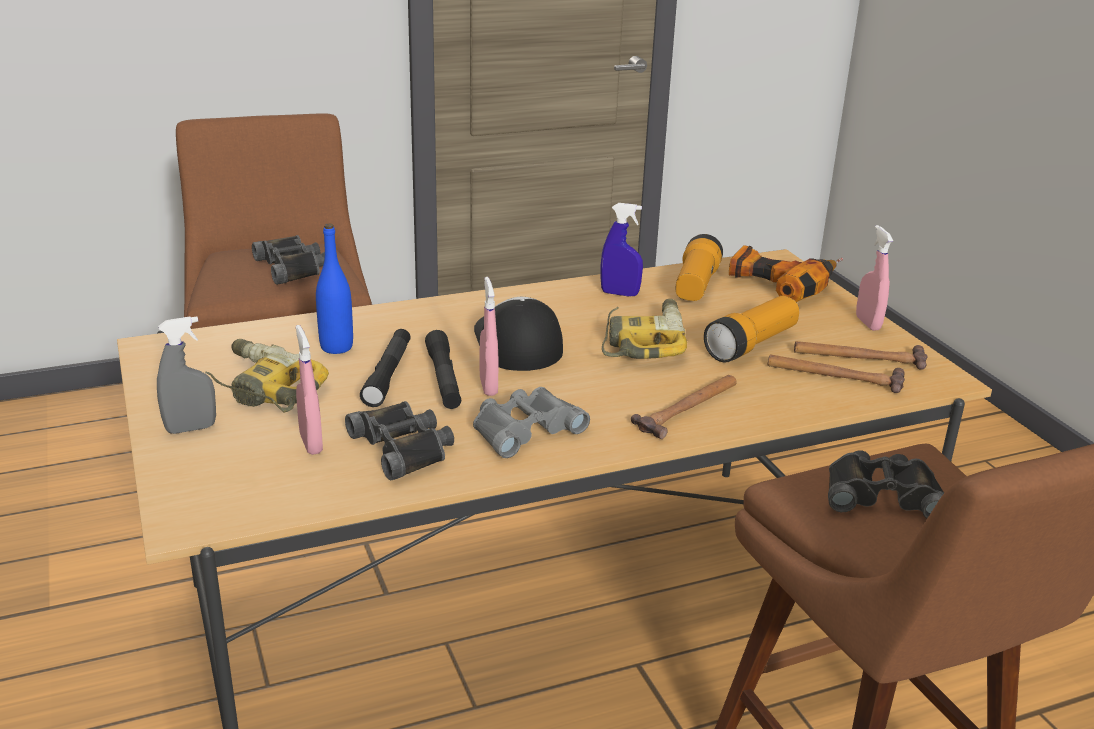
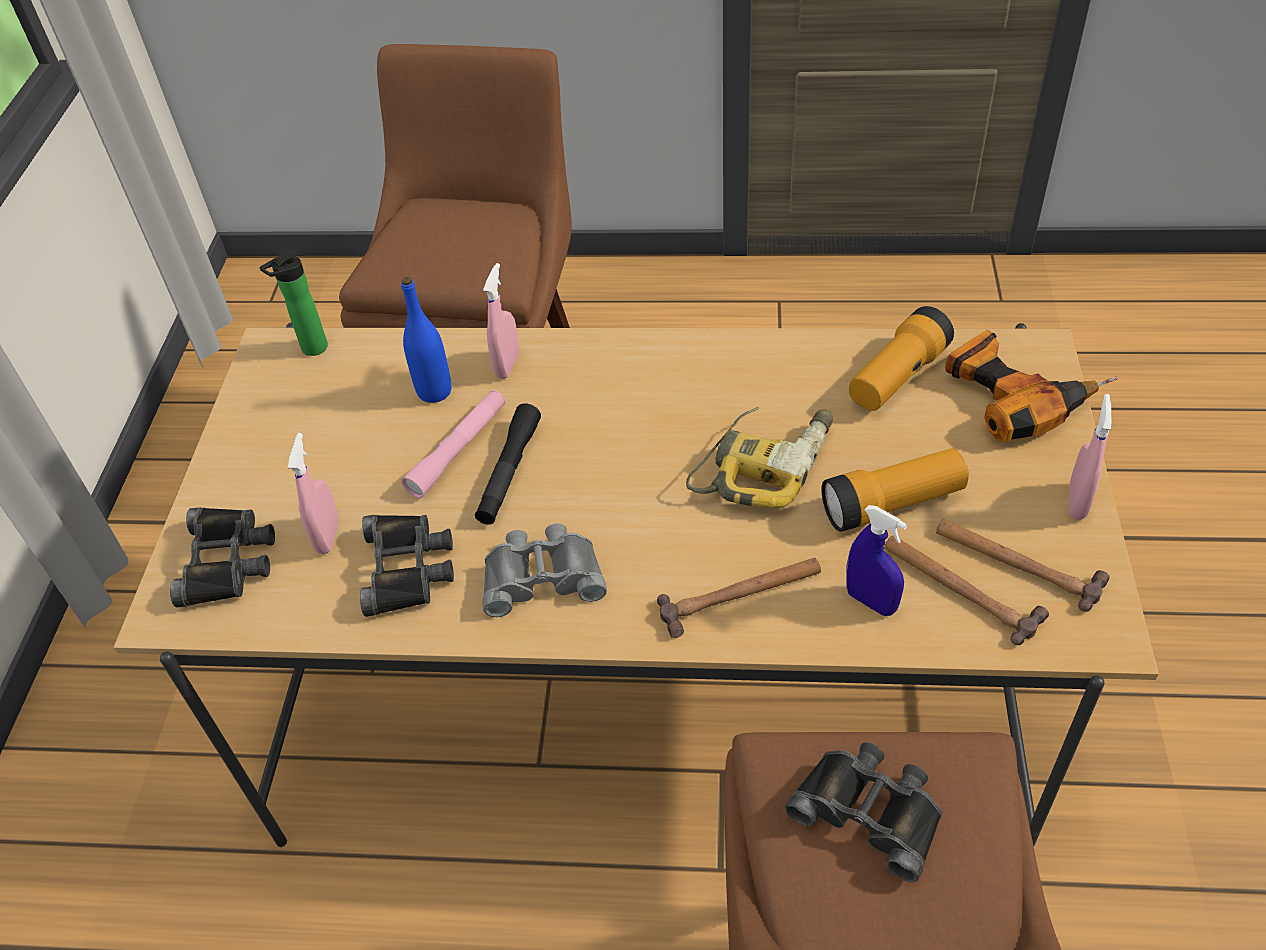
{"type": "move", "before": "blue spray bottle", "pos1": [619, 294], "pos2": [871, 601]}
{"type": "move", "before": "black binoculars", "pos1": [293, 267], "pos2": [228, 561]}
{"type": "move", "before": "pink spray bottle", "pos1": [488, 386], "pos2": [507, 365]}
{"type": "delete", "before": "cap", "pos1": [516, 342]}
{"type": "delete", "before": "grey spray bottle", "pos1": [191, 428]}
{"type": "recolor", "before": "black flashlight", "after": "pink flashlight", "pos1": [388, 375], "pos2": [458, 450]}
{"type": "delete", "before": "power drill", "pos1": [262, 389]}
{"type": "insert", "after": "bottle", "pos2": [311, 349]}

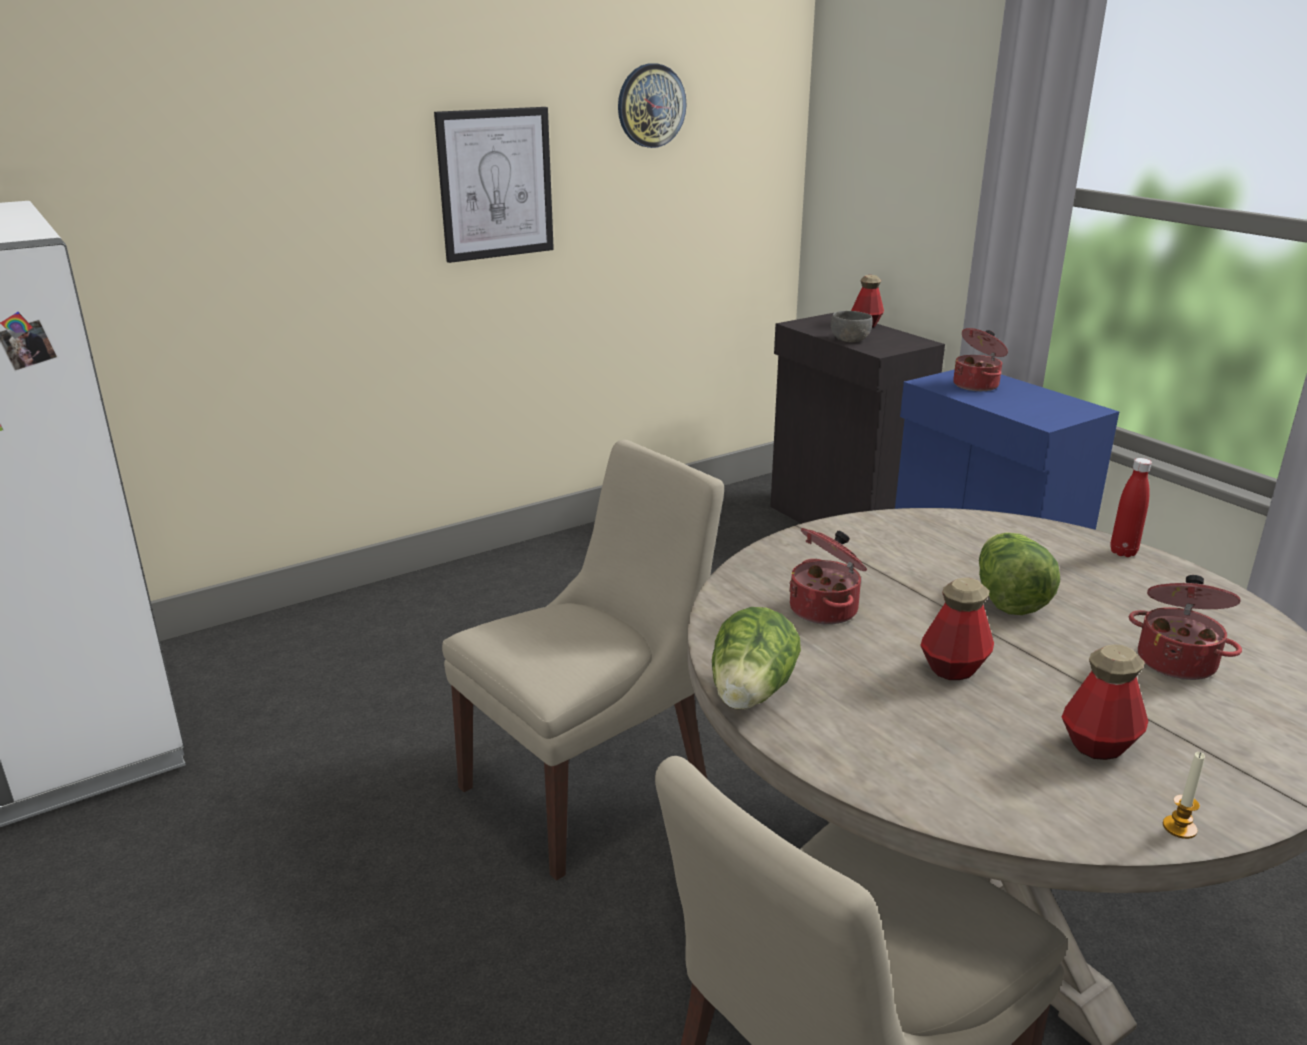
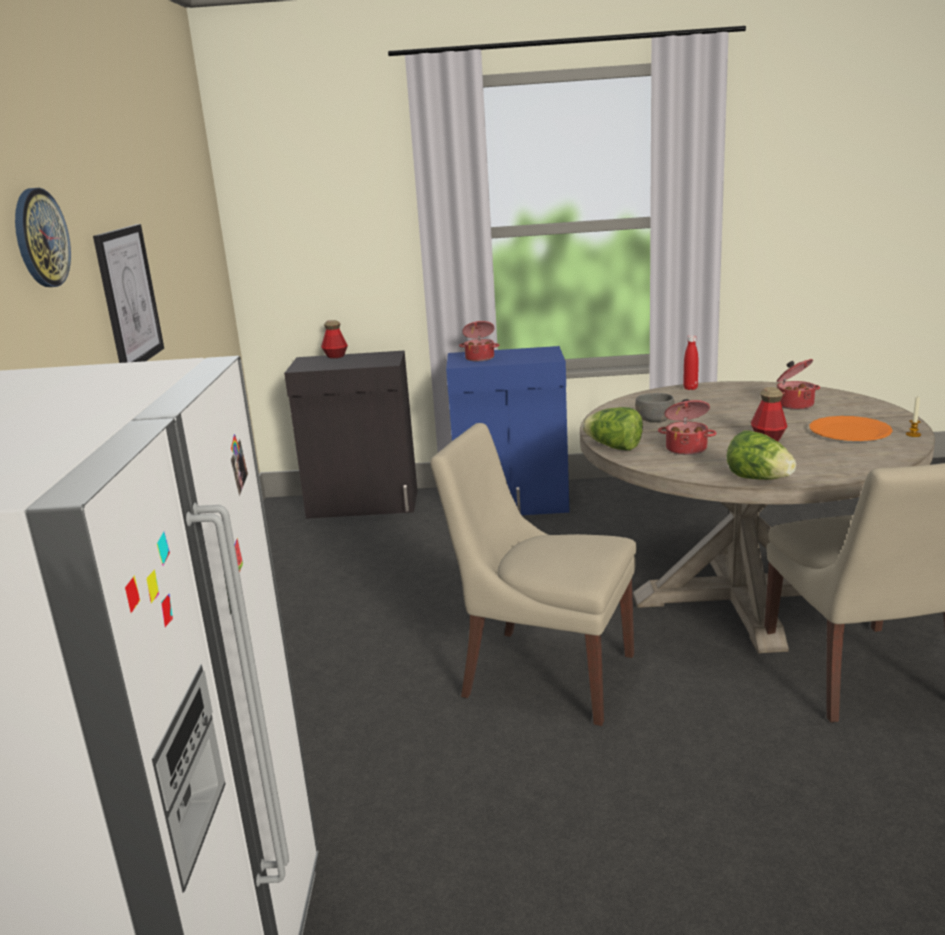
{"type": "move", "before": "wall clock", "pos1": [651, 106], "pos2": [40, 238]}
{"type": "move", "before": "grey bowl", "pos1": [849, 339], "pos2": [654, 420]}
{"type": "rotate", "before": "beige chair", "pos1": [591, 785], "pos2": [543, 674], "turn": -60}
{"type": "move", "before": "lettuce", "pos1": [1007, 599], "pos2": [614, 447]}
{"type": "replace", "before": "bottle", "after": "orange plate", "pos1": [1098, 745], "pos2": [849, 431]}

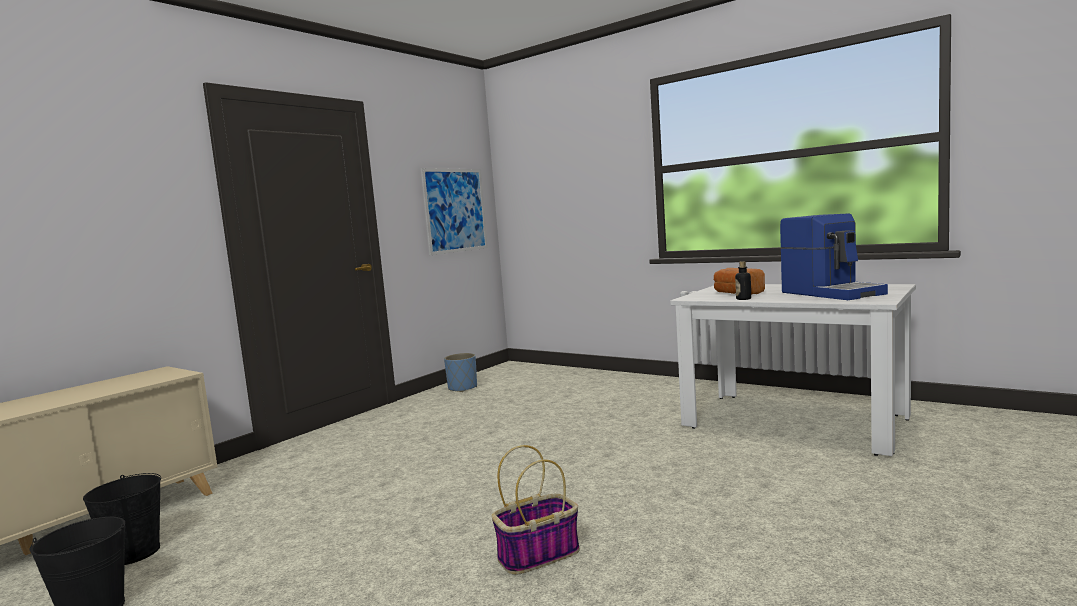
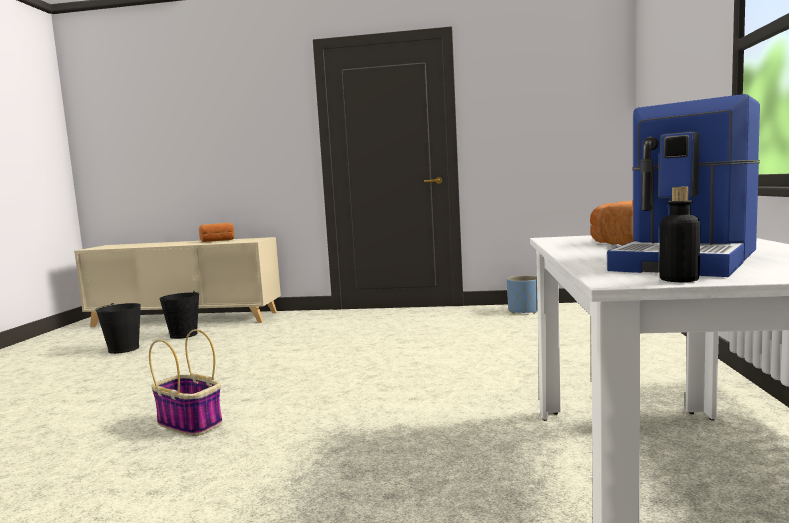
{"type": "delete", "before": "picture", "pos1": [455, 210]}
{"type": "move", "before": "bottle", "pos1": [743, 299], "pos2": [679, 280]}
{"type": "insert", "after": "bread", "pos2": [218, 241]}

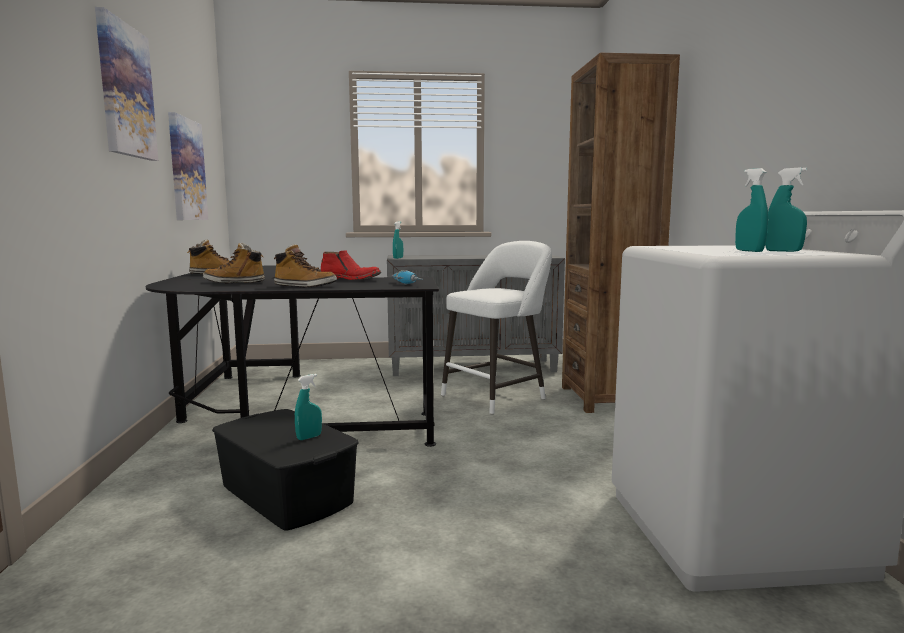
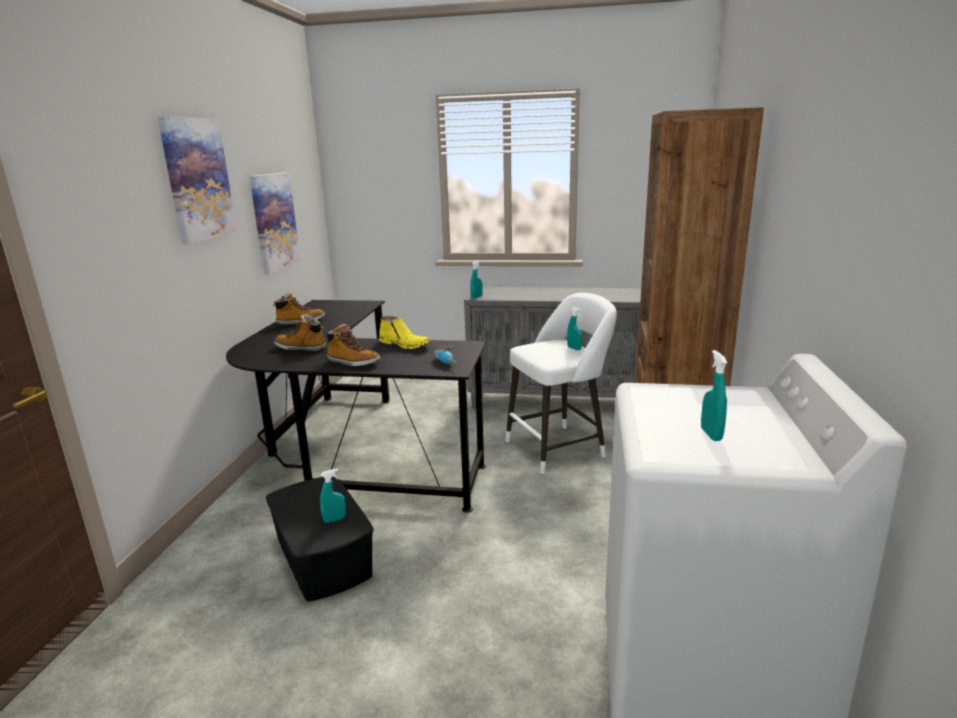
{"type": "move", "before": "turquoise spray bottle", "pos1": [783, 251], "pos2": [574, 348]}
{"type": "recolor", "before": "red boot", "after": "yellow boot", "pos1": [350, 279], "pos2": [405, 344]}

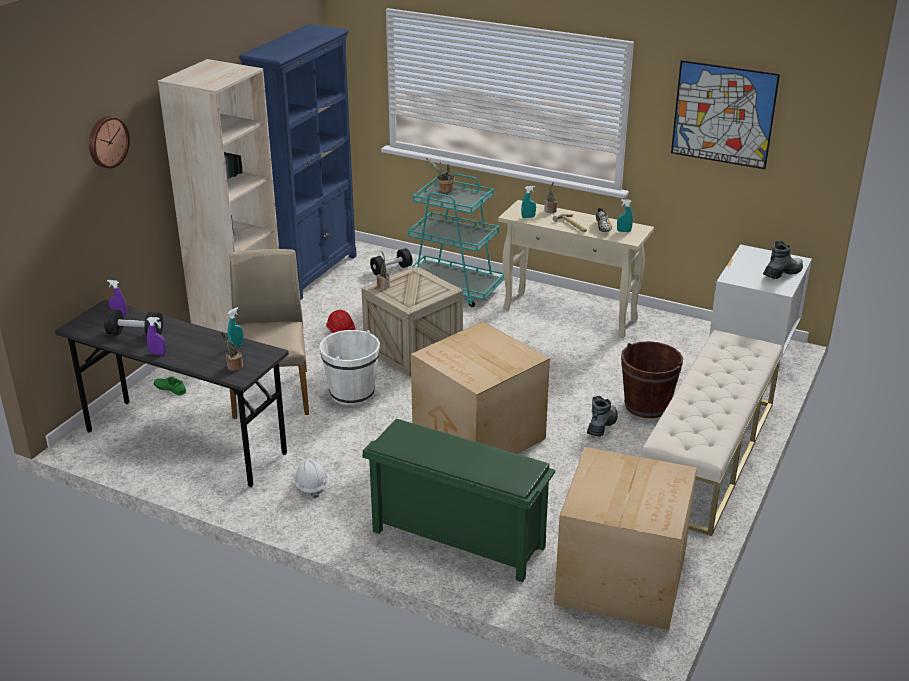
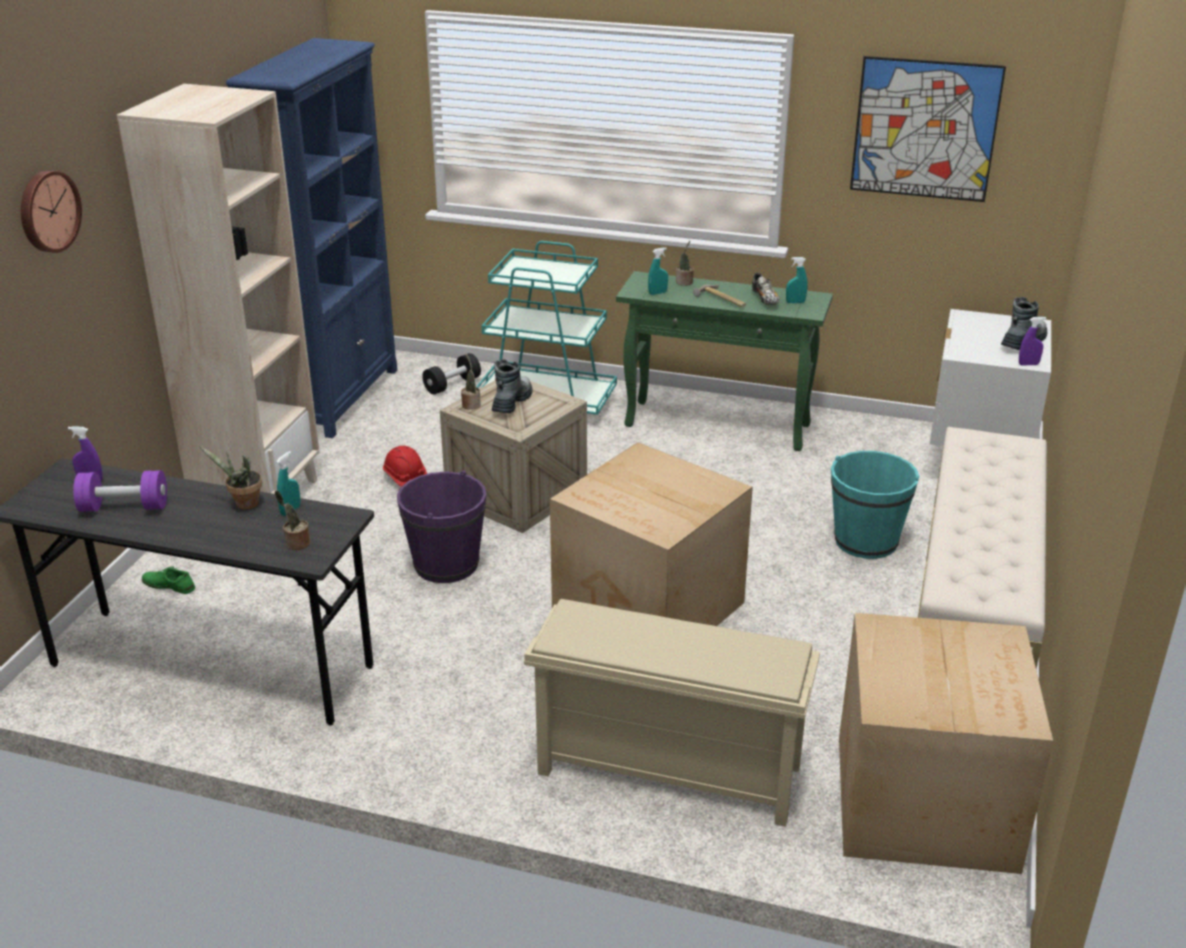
{"type": "move", "before": "potted plant", "pos1": [444, 191], "pos2": [243, 504]}
{"type": "recolor", "before": "beige console table", "after": "green console table", "pos1": [571, 315], "pos2": [719, 425]}
{"type": "delete", "before": "beige chair", "pos1": [272, 392]}
{"type": "recolor", "before": "black dumbbell", "after": "purple dumbbell", "pos1": [135, 334], "pos2": [124, 507]}
{"type": "move", "before": "purple spray bottle", "pos1": [158, 353], "pos2": [1028, 364]}
{"type": "recolor", "before": "white bucket", "after": "purple bucket", "pos1": [352, 393], "pos2": [446, 565]}
{"type": "recolor", "before": "brown bucket", "after": "turquoise bucket", "pos1": [647, 406], "pos2": [866, 541]}
{"type": "move", "before": "boot", "pos1": [601, 425], "pos2": [512, 402]}
{"type": "recolor", "before": "green shoe rack", "after": "beige shoe rack", "pos1": [456, 539], "pos2": [666, 771]}
{"type": "delete", "before": "white hard hat", "pos1": [311, 486]}

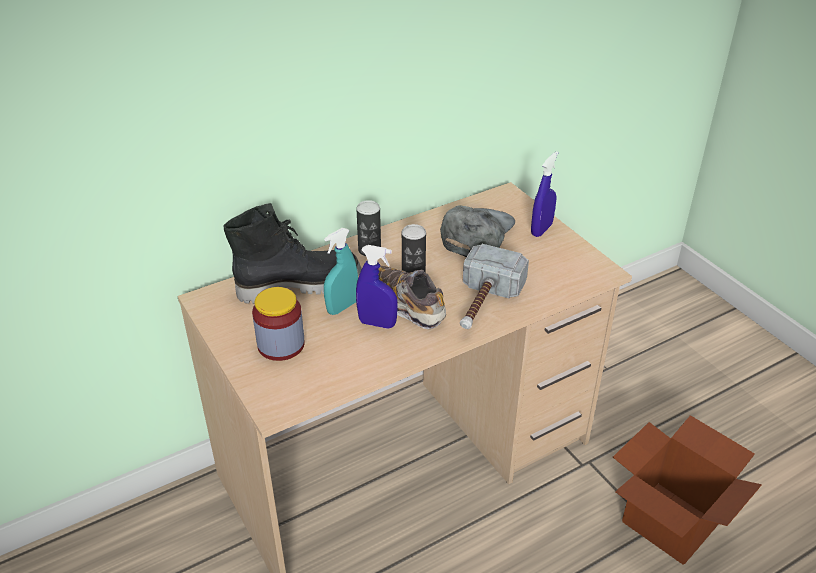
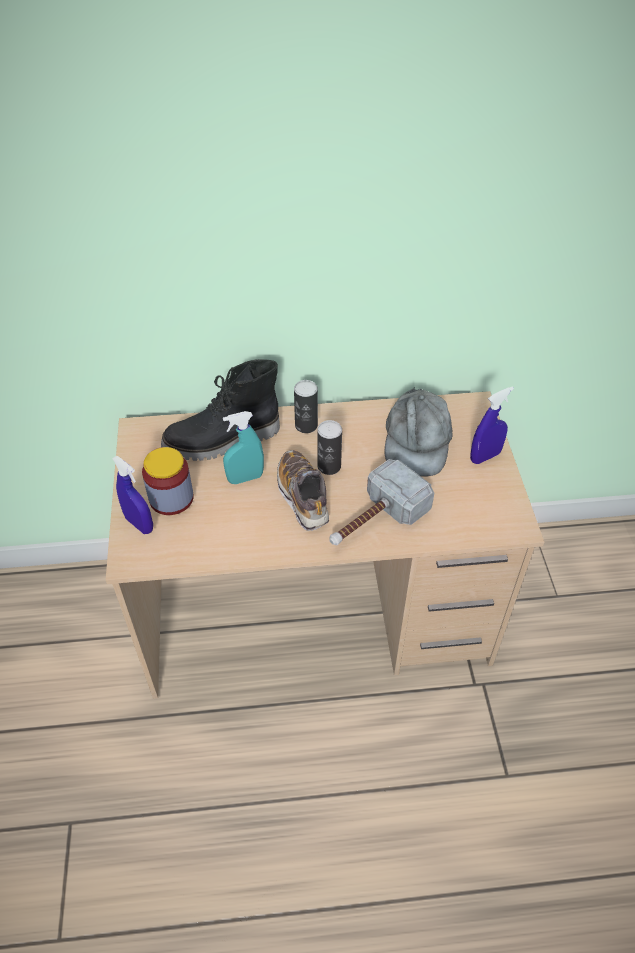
{"type": "rotate", "before": "black boot", "pos1": [298, 284], "pos2": [223, 441], "turn": 150}
{"type": "rotate", "before": "grey cap", "pos1": [476, 234], "pos2": [417, 440], "turn": 135}
{"type": "move", "before": "blue spray bottle", "pos1": [377, 323], "pos2": [139, 524]}
{"type": "delete", "before": "cardboard box", "pos1": [670, 522]}

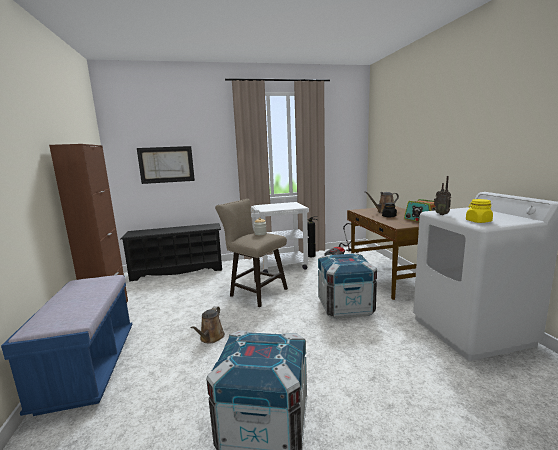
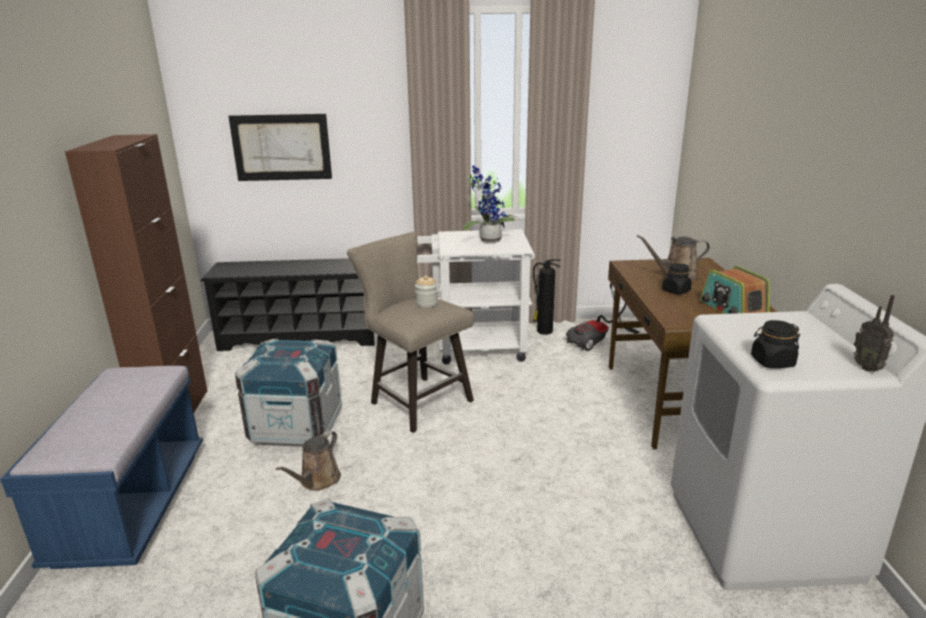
{"type": "move", "before": "radio", "pos1": [442, 214], "pos2": [868, 368]}
{"type": "recolor", "before": "yellow jar", "after": "black jar", "pos1": [478, 221], "pos2": [772, 362]}
{"type": "move", "before": "crate", "pos1": [345, 307], "pos2": [296, 427]}
{"type": "insert", "after": "potted plant", "pos2": [488, 240]}

